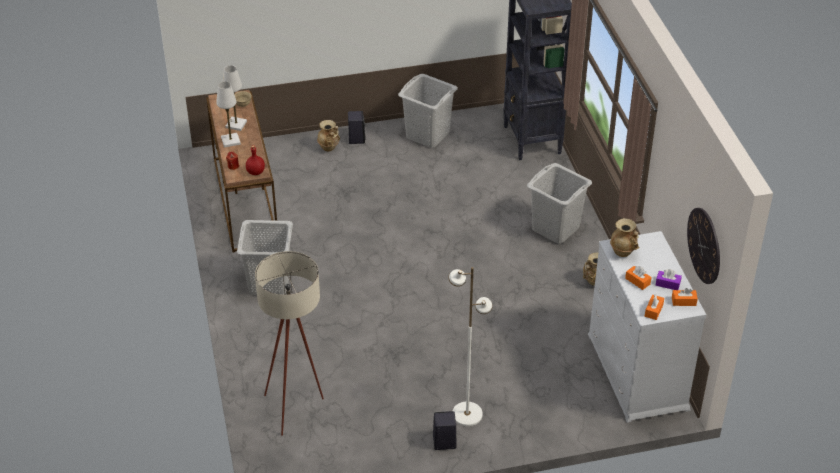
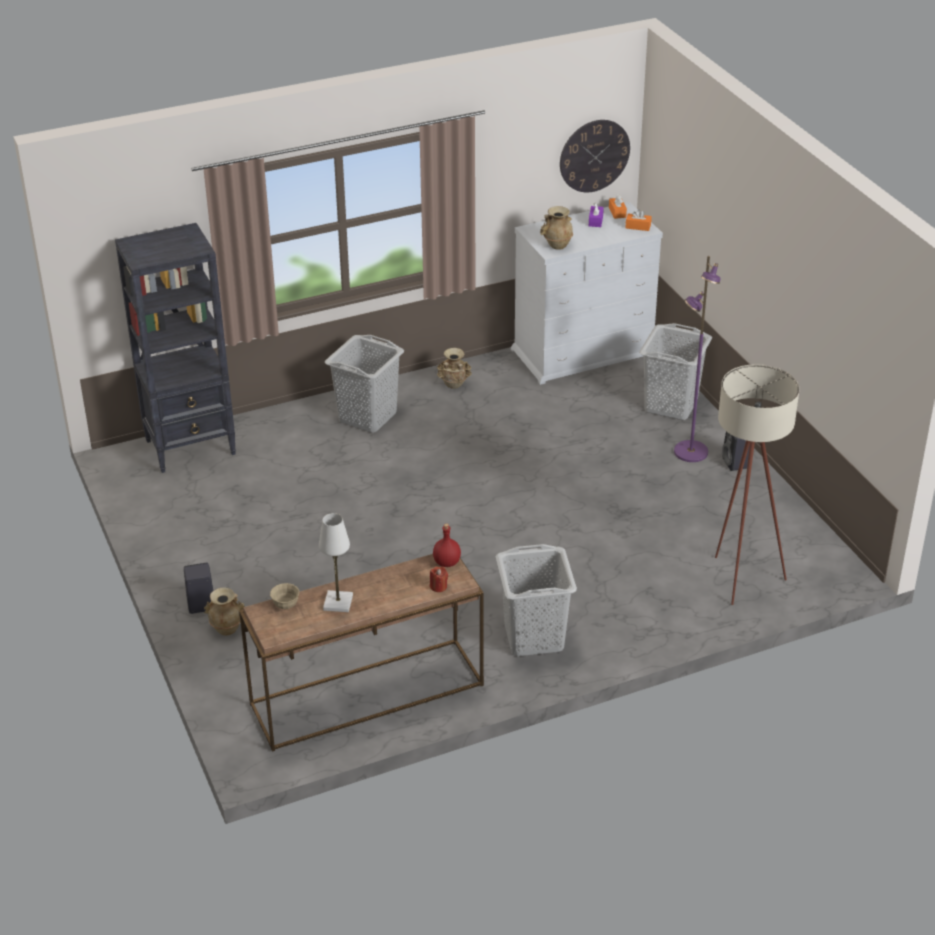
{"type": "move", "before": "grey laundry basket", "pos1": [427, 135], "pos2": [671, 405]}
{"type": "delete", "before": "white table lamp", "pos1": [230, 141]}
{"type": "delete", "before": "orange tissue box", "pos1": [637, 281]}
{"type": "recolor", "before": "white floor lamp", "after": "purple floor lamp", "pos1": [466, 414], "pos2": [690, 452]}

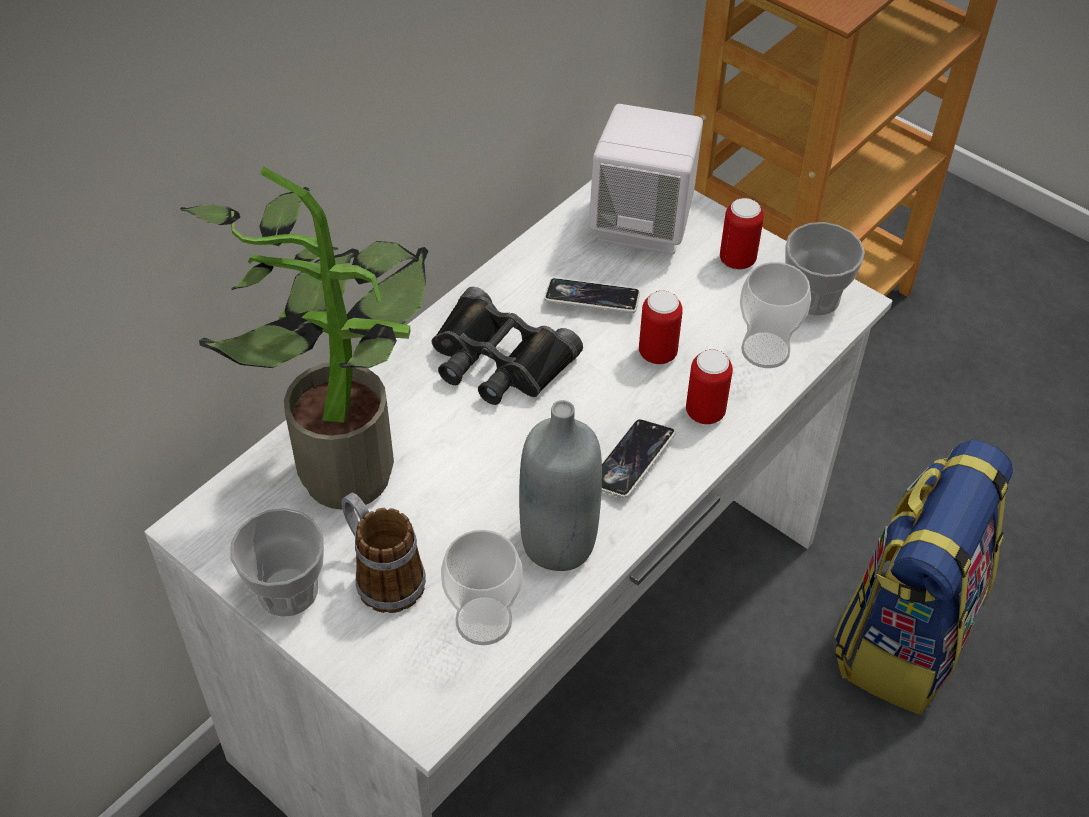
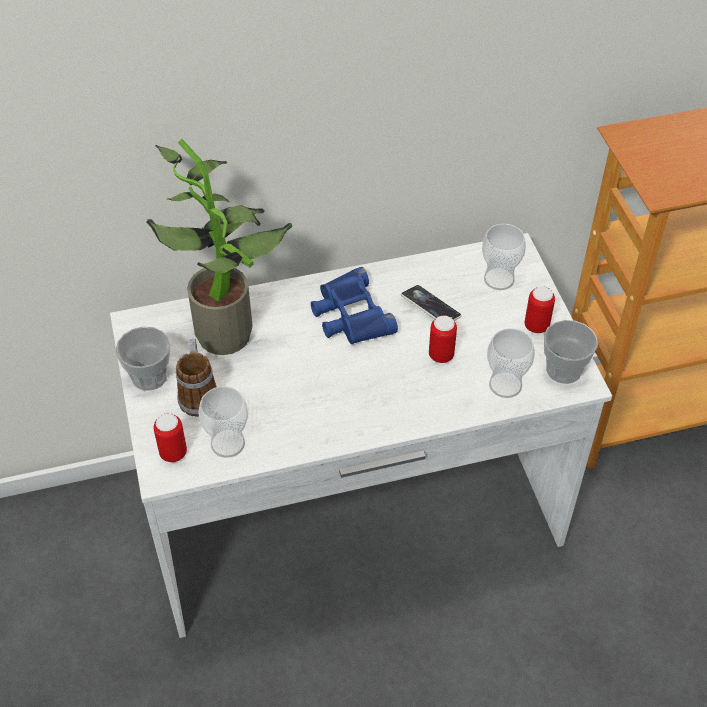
{"type": "replace", "before": "white speaker", "after": "cup", "pos1": [643, 224], "pos2": [499, 279]}
{"type": "recolor", "before": "black binoculars", "after": "blue binoculars", "pos1": [498, 360], "pos2": [350, 315]}
{"type": "move", "before": "can", "pos1": [705, 412], "pos2": [173, 453]}
{"type": "delete", "before": "grey bottle", "pos1": [558, 543]}
{"type": "delete", "before": "phone", "pos1": [631, 462]}
{"type": "delete", "before": "backpack", "pos1": [903, 635]}

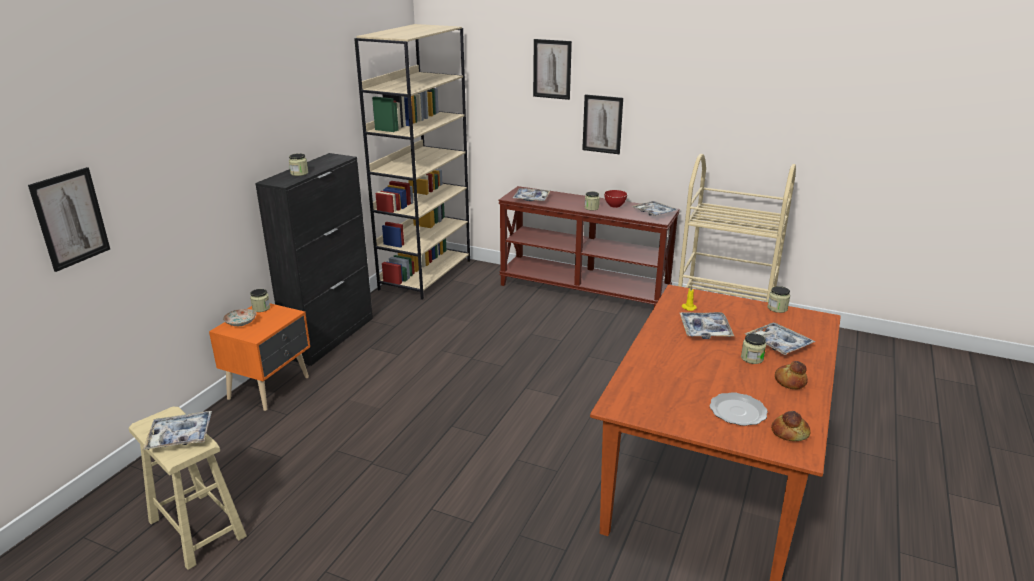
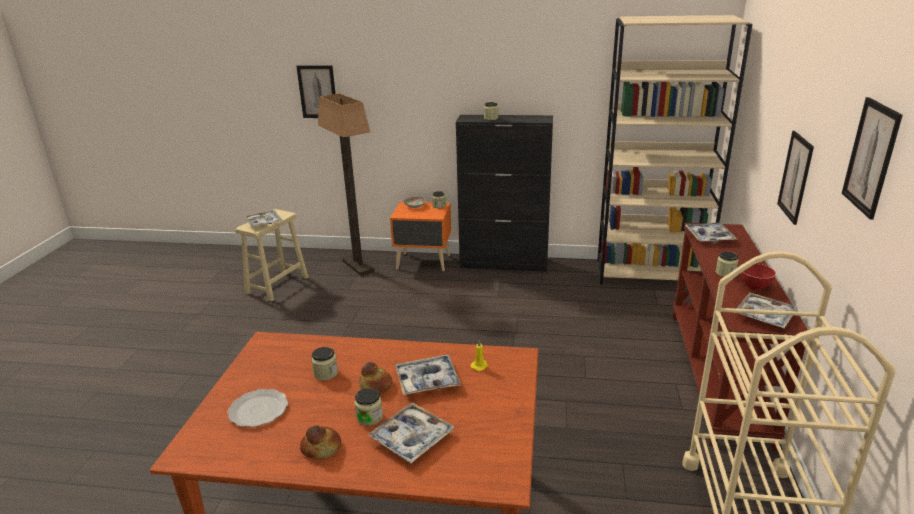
{"type": "move", "before": "picture", "pos1": [552, 69], "pos2": [871, 157]}
{"type": "move", "before": "jar", "pos1": [777, 308], "pos2": [326, 373]}
{"type": "move", "before": "bread", "pos1": [789, 432], "pos2": [376, 386]}
{"type": "insert", "after": "floor lamp", "pos2": [358, 266]}

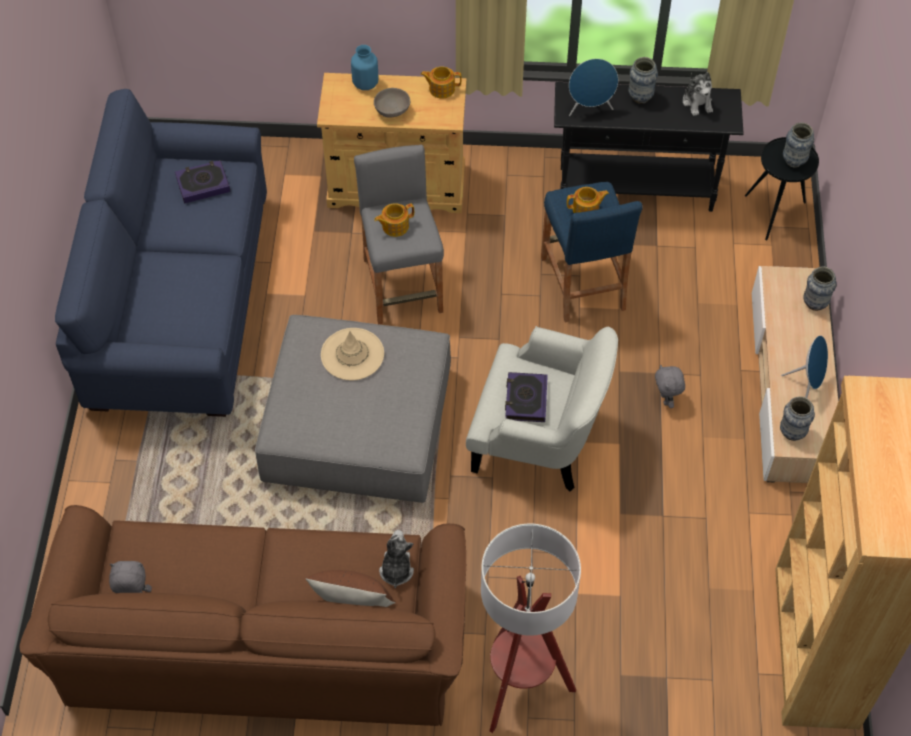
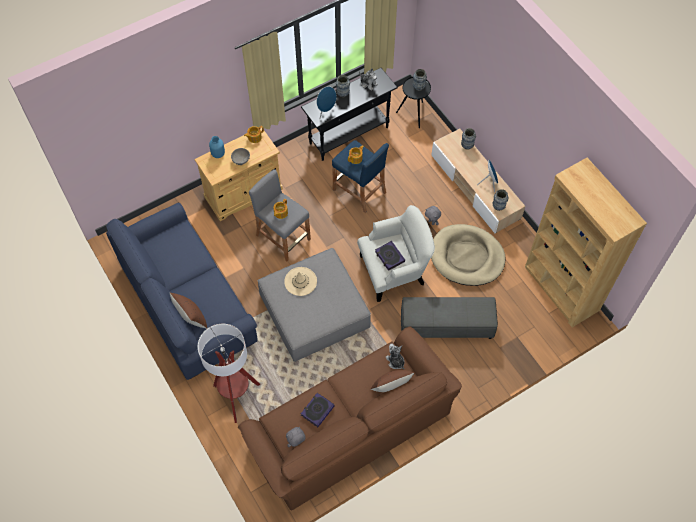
{"type": "move", "before": "book", "pos1": [203, 184], "pos2": [317, 410]}
{"type": "move", "before": "floor lamp", "pos1": [520, 687], "pos2": [236, 397]}
{"type": "insert", "after": "beige dog bed", "pos2": [467, 257]}
{"type": "insert", "after": "brown pillow", "pos2": [191, 318]}
{"type": "insert", "after": "grey ottoman", "pos2": [446, 325]}

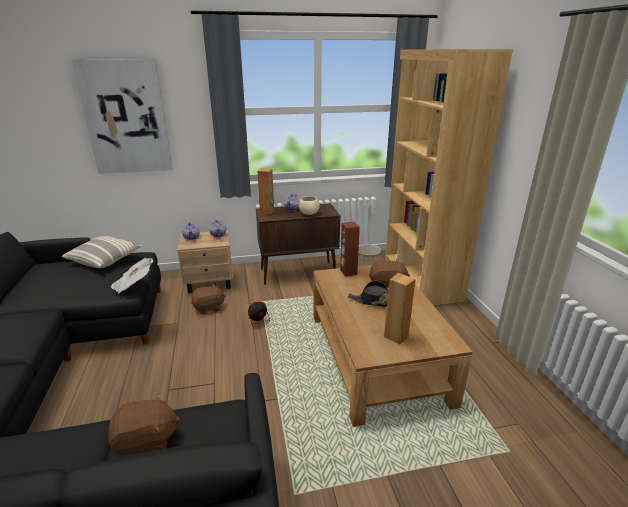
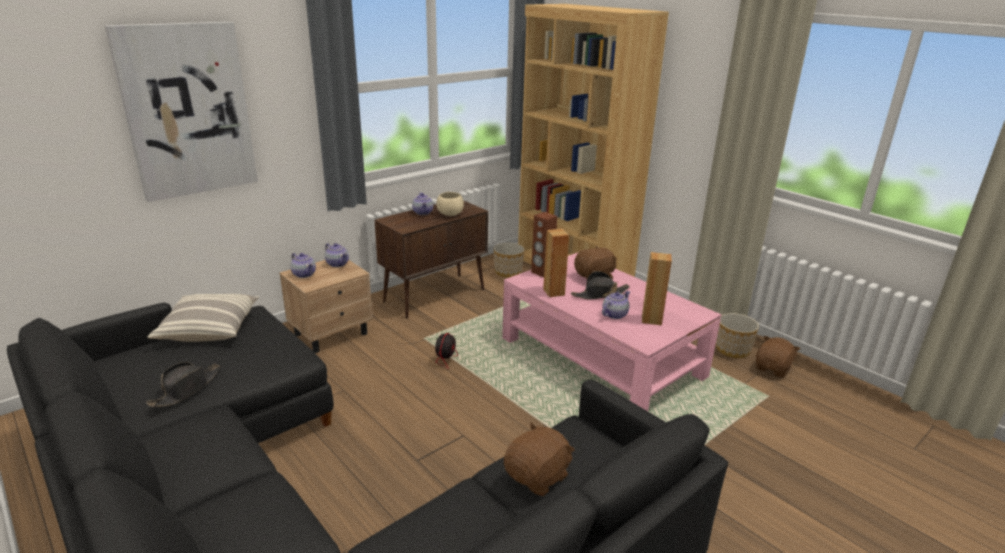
{"type": "move", "before": "brown speaker", "pos1": [267, 212], "pos2": [554, 292]}
{"type": "delete", "before": "newspaper", "pos1": [133, 285]}
{"type": "recolor", "before": "brown coffee table", "after": "pink coffee table", "pos1": [376, 356], "pos2": [600, 357]}
{"type": "move", "before": "brown plush toy", "pos1": [209, 308], "pos2": [773, 368]}
{"type": "insert", "after": "teapot", "pos2": [614, 314]}
{"type": "insert", "after": "planter", "pos2": [733, 350]}
{"type": "insert", "after": "black hat", "pos2": [186, 389]}

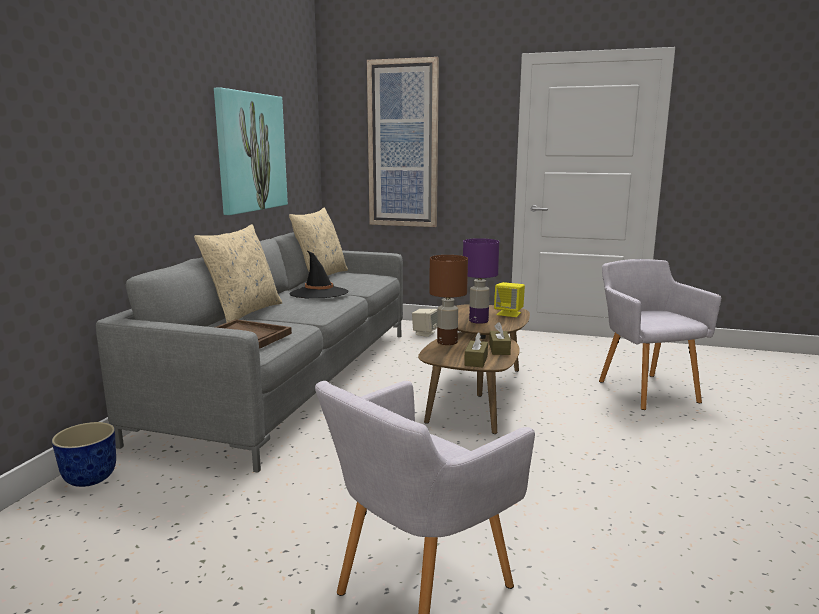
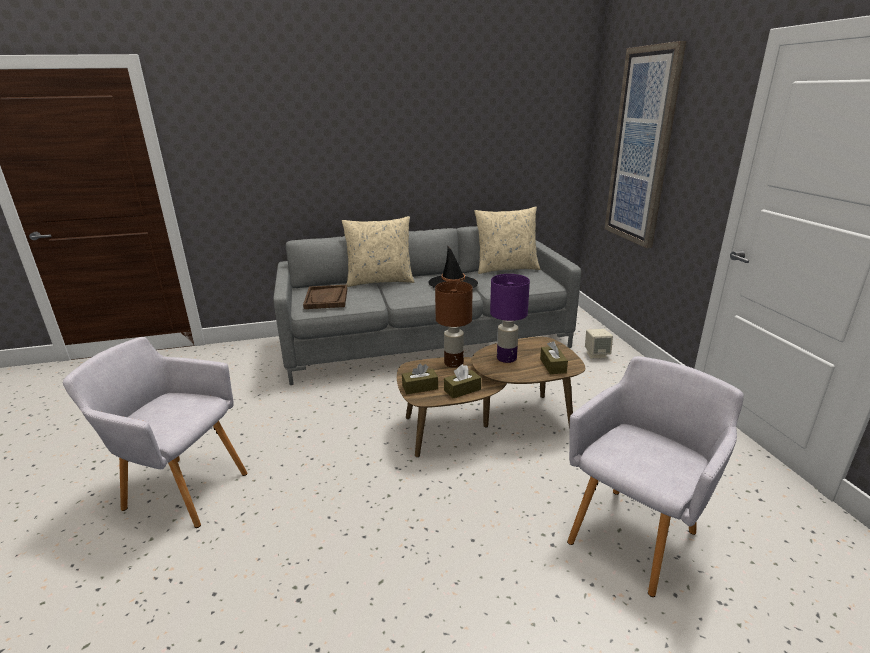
{"type": "delete", "before": "picture", "pos1": [250, 152]}
{"type": "replace", "before": "yellow speaker", "after": "brown tissue box", "pos1": [509, 313], "pos2": [553, 366]}
{"type": "delete", "before": "planter", "pos1": [90, 478]}

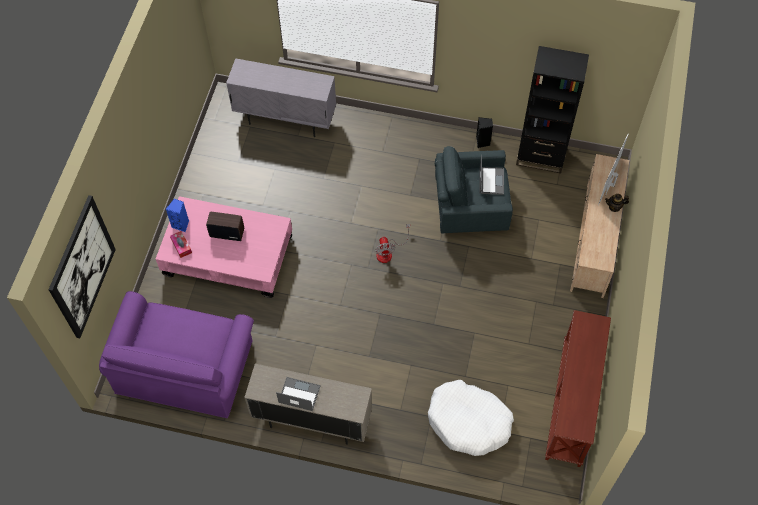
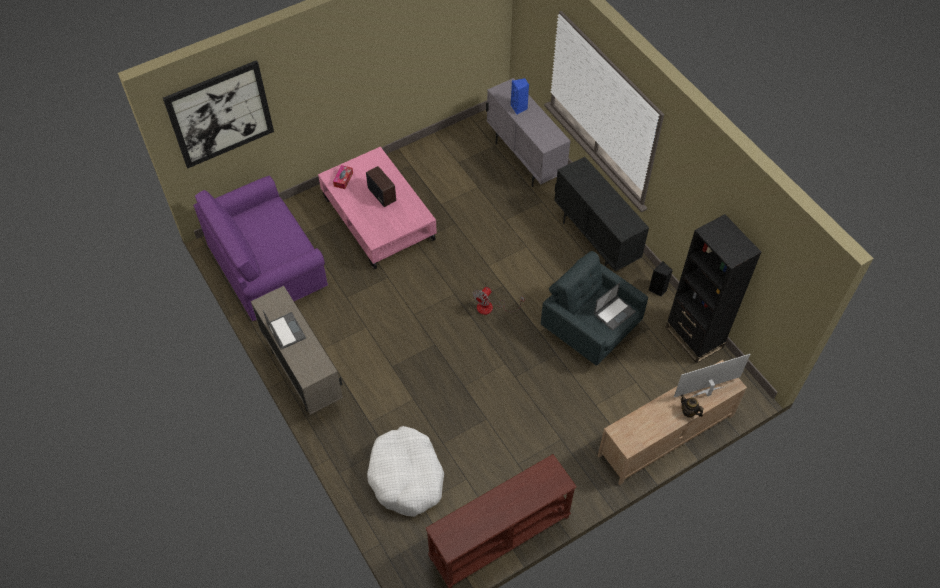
{"type": "move", "before": "blue speaker", "pos1": [181, 224], "pos2": [519, 108]}
{"type": "insert", "after": "black cabinet", "pos2": [595, 241]}

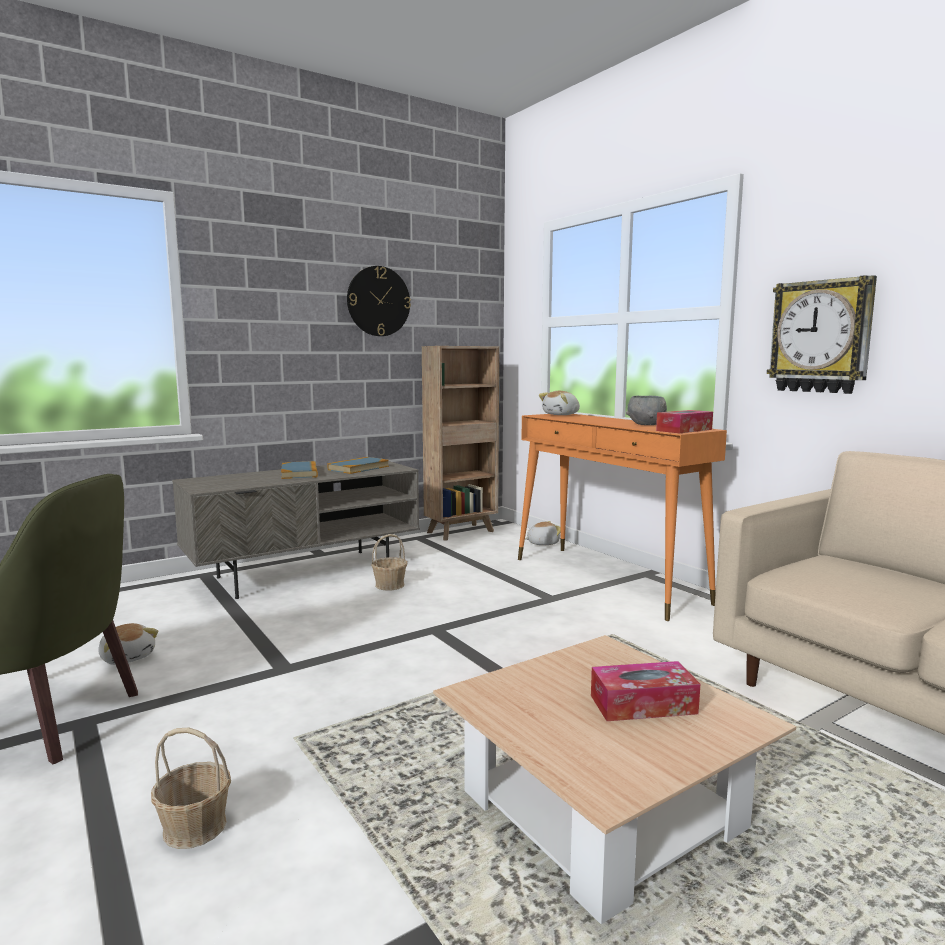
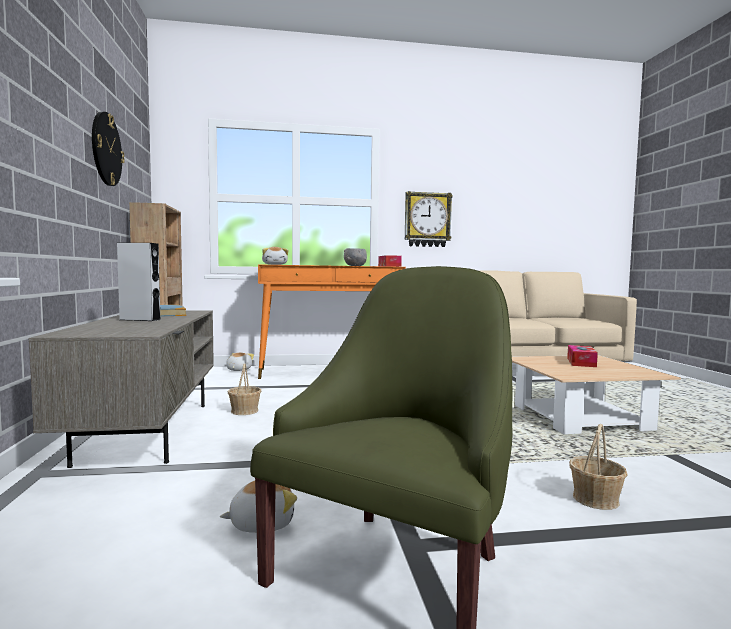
{"type": "replace", "before": "book", "after": "grey speaker", "pos1": [299, 473], "pos2": [140, 319]}

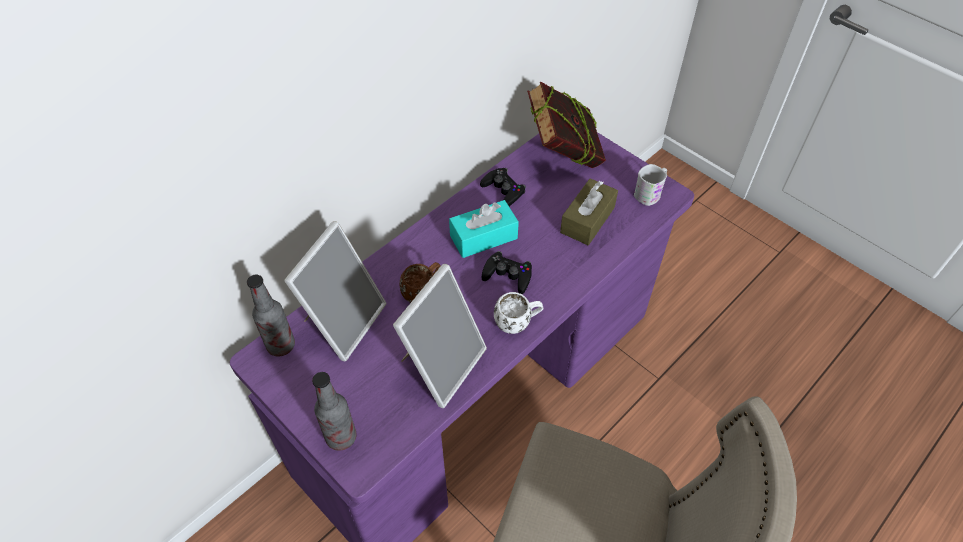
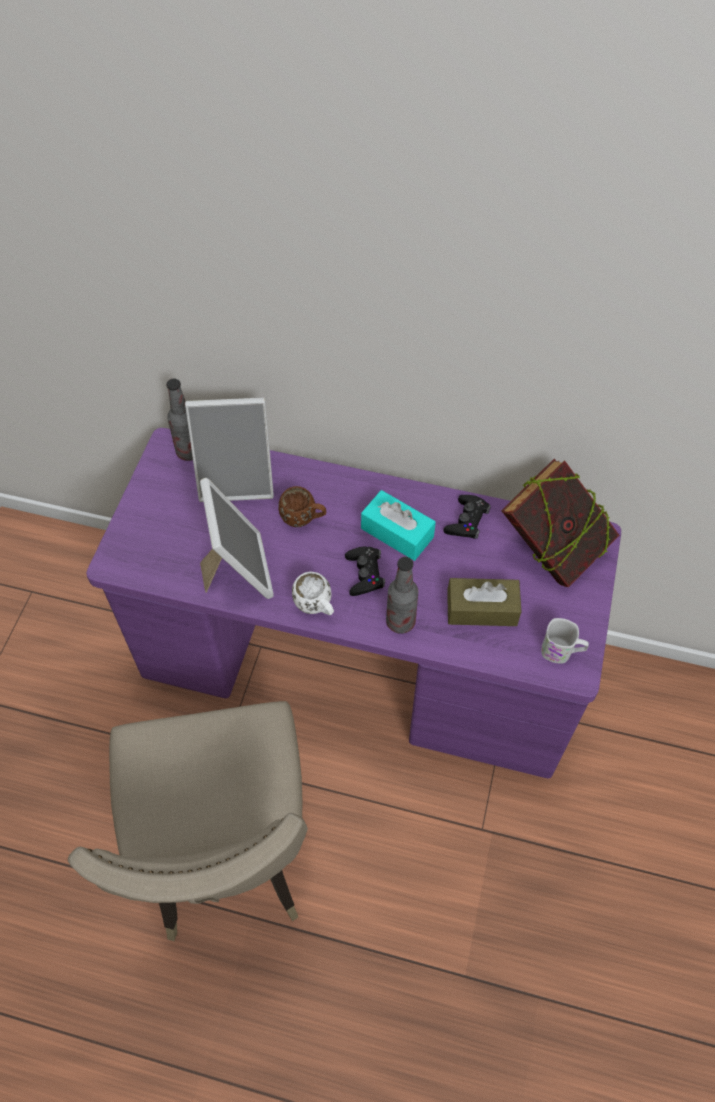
{"type": "rotate", "before": "picture frame", "pos1": [441, 364], "pos2": [237, 570], "turn": -105}
{"type": "move", "before": "bottle", "pos1": [341, 437], "pos2": [400, 622]}

